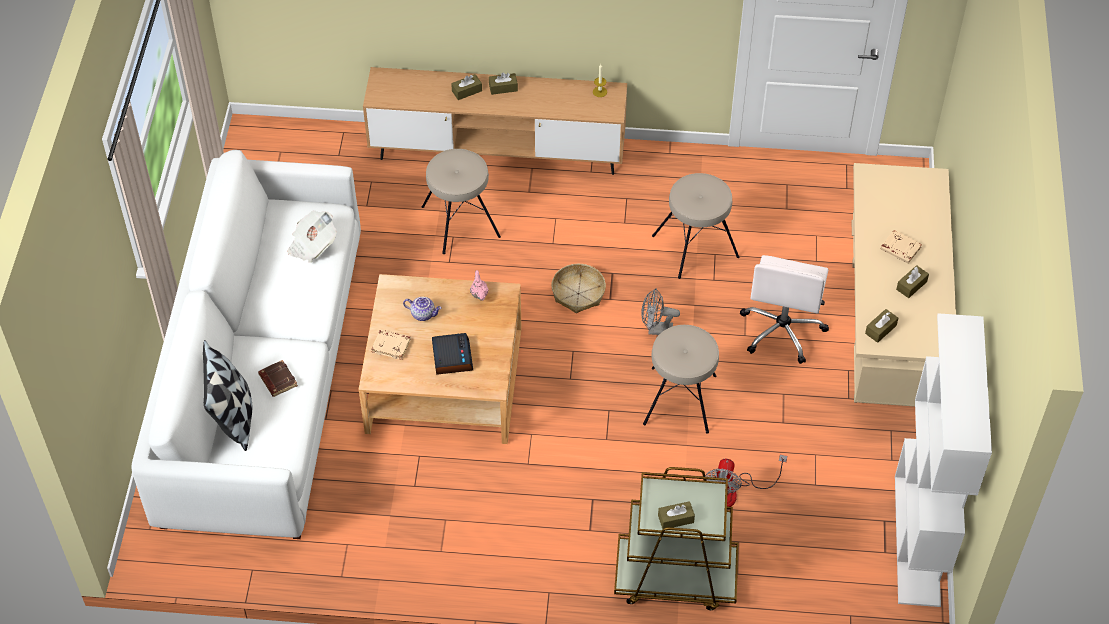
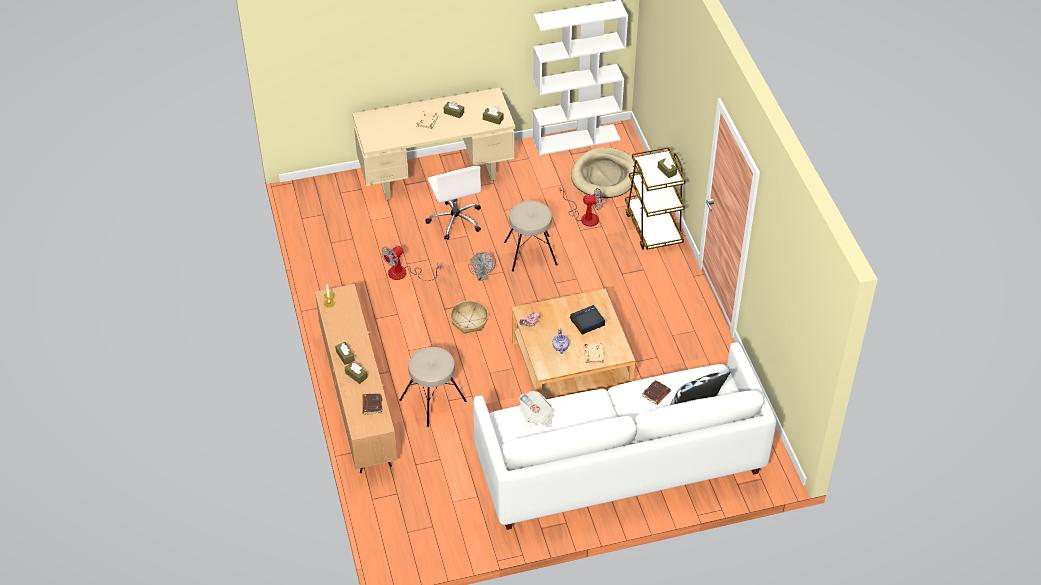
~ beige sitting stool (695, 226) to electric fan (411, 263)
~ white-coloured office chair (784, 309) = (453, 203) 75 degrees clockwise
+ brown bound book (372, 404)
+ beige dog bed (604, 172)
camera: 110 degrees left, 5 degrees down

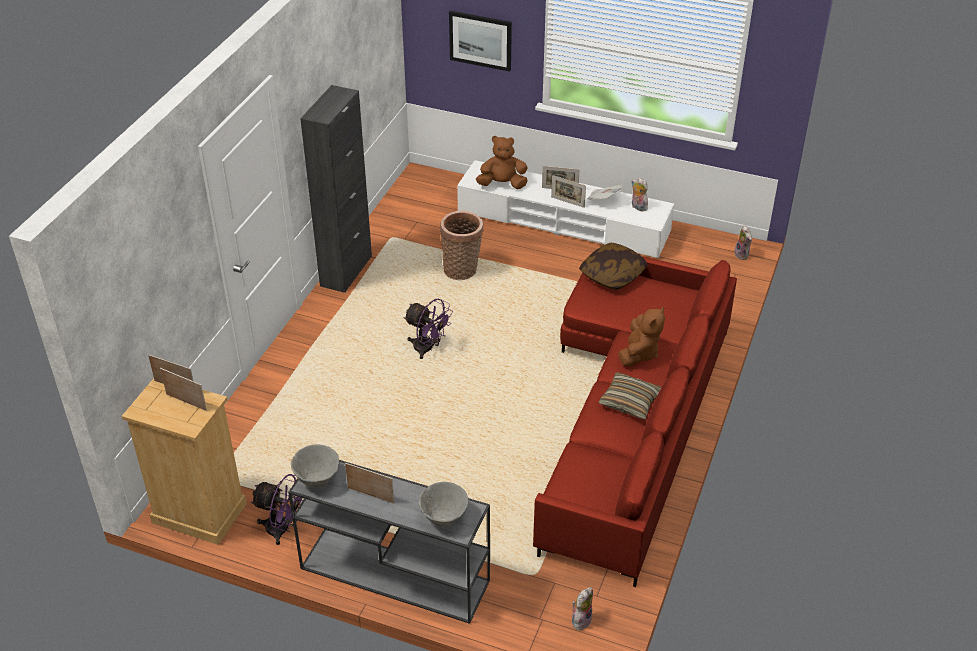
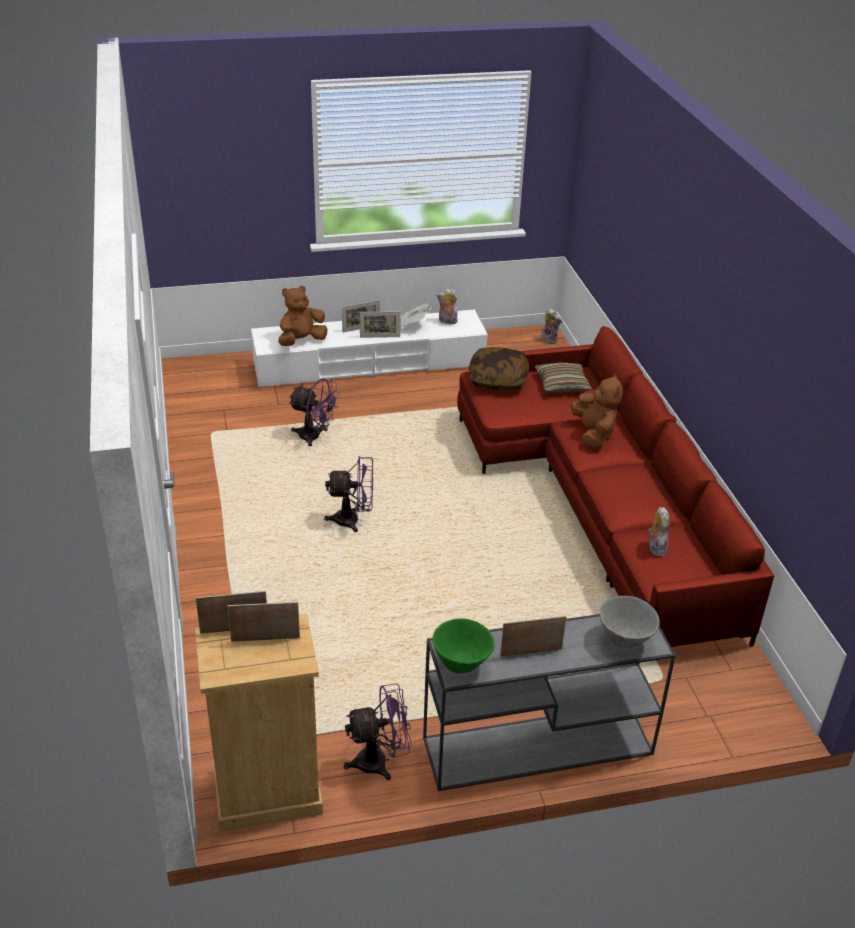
~ greyish bowl (315, 466) to greenish bowl (463, 645)
- black-coloured cupboard (336, 189)
~ household basket (462, 245) to purplish electric fan (314, 412)
- wall picture (480, 41)
~ soft toy (582, 608) to (659, 532)
~ cushion (630, 396) to (563, 378)
camera: 35 degrees left, 5 degrees down

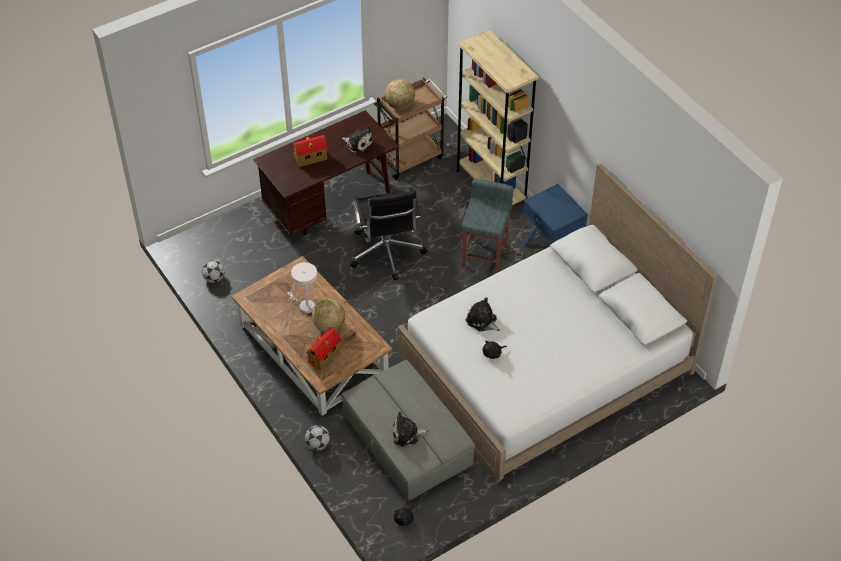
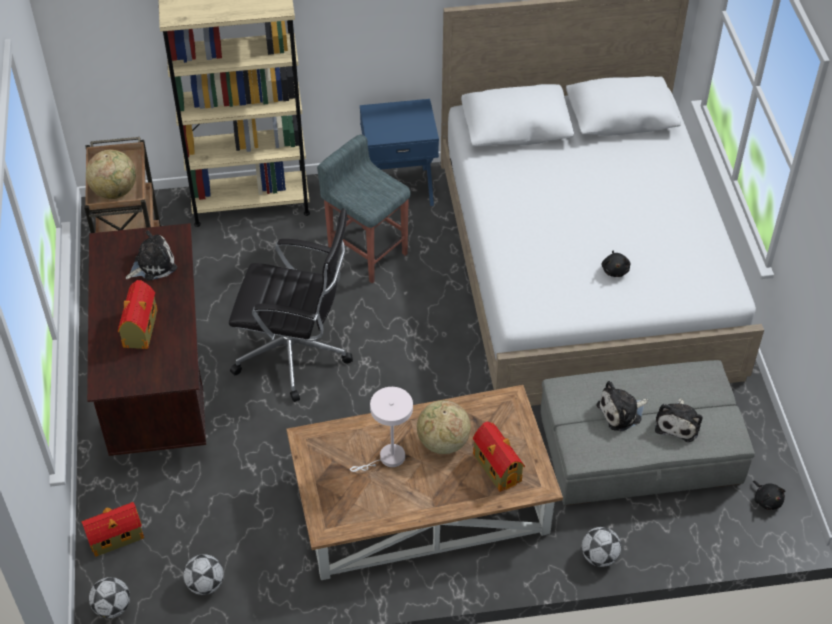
~ soft toy (483, 314) to (622, 406)
+ toy house (112, 529)
+ football ball (109, 597)
camera: 65 degrees left, 0 degrees up

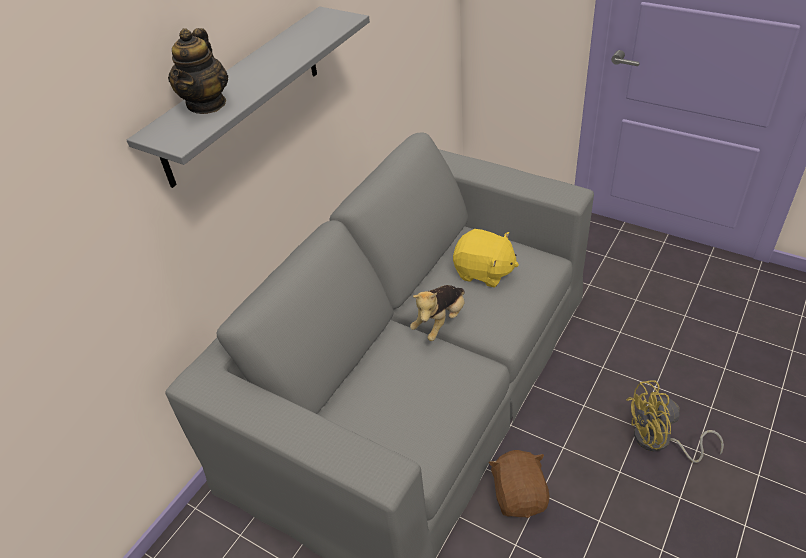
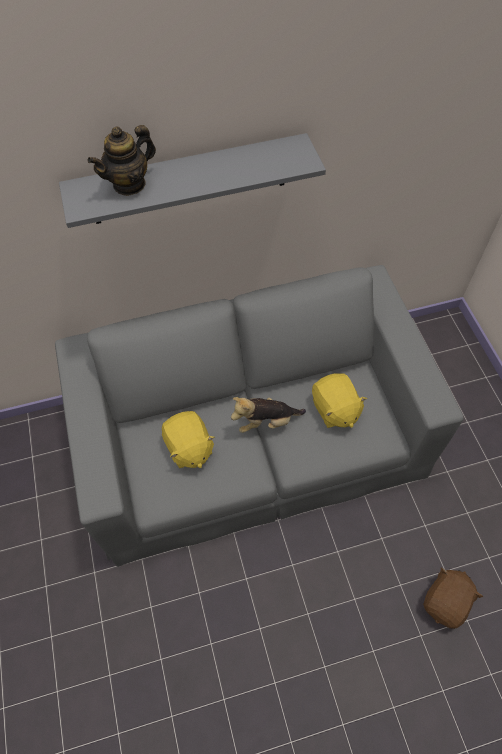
~ brown soft toy (519, 484) to (453, 598)
- yellow-coloured electric fan (675, 421)
+ yellow-coloured soft toy (188, 439)
camera: 40 degrees right, 15 degrees up

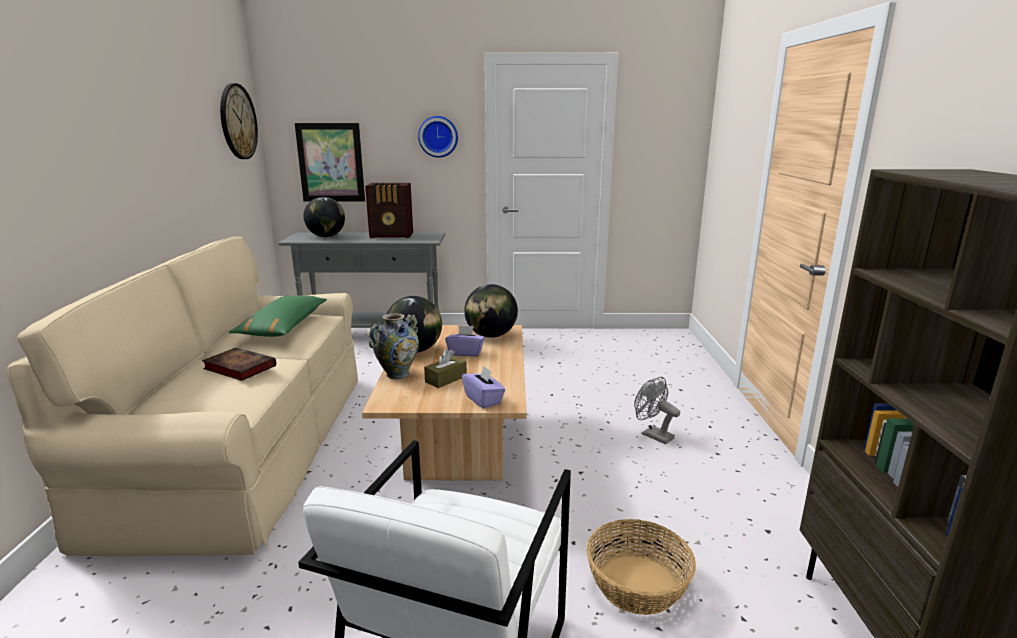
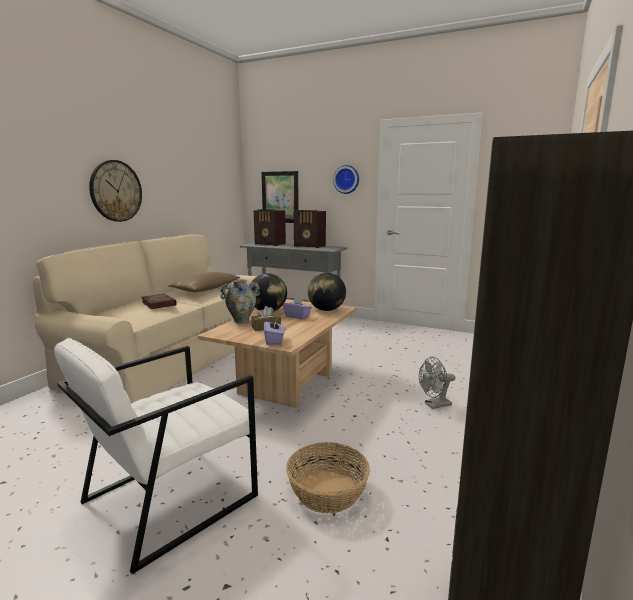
~ clock on the wall (239, 121) to (115, 191)
~ greenish cushion (277, 316) to brown cushion (204, 282)
~ world globe (324, 217) to radio receiver (270, 227)
~ greyish electric fan (657, 410) = (437, 383) 90 degrees counterclockwise
camera: 25 degrees right, 5 degrees down

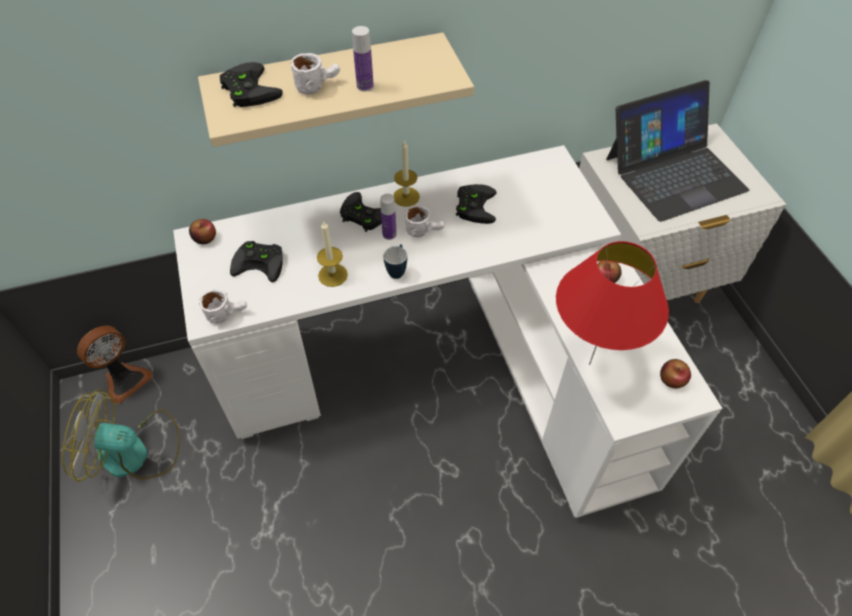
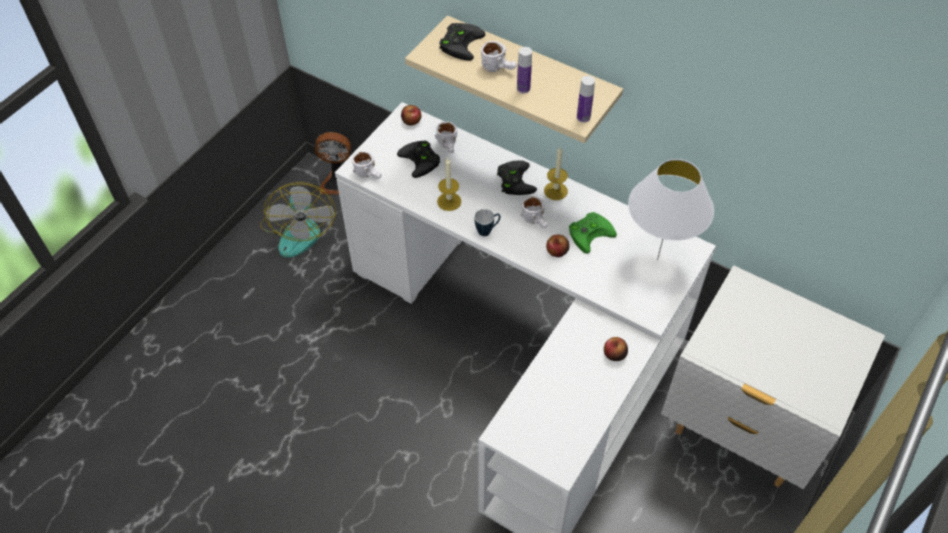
~ electric fan (121, 435) = (298, 219) 150 degrees counterclockwise
~ beverage bottle (388, 217) to (586, 99)
~ black-coloured gamepad (476, 204) to greenish gamepad (593, 233)
- reddish lamp for a table (612, 303)
- notebook computer (677, 151)
~ whole apple (675, 373) to (558, 245)
+ white-coloured coffee mug (446, 137)
+ white-coloured lamp for a table (671, 209)
camera: 50 degrees right, 0 degrees up

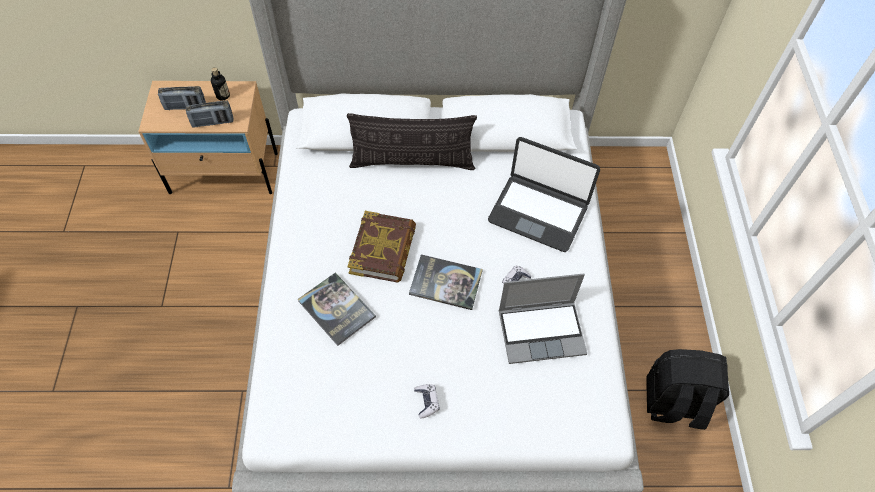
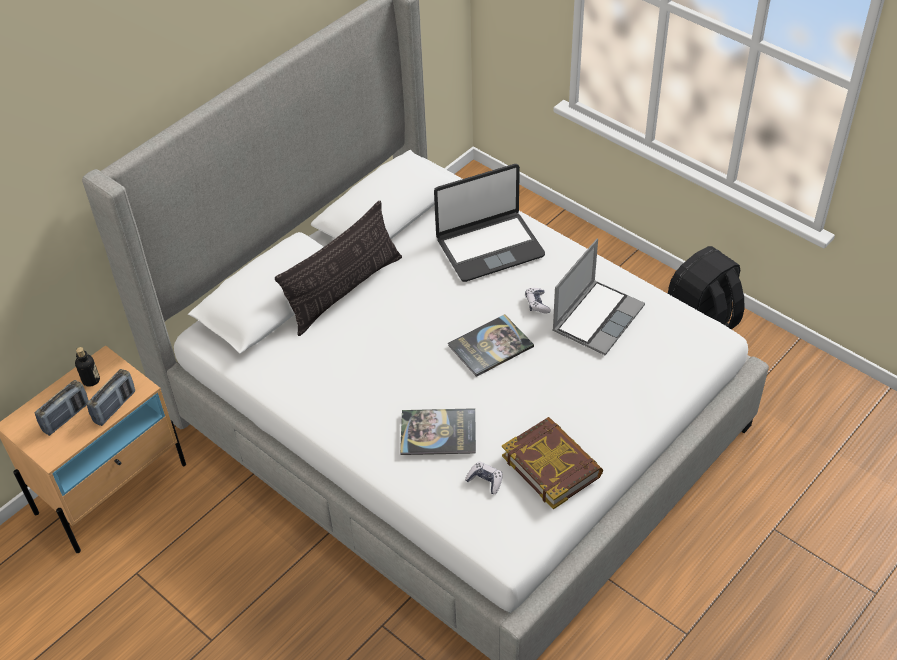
~ bound book (381, 247) to (552, 463)
~ gamepad (427, 401) to (484, 477)
camera: 45 degrees left, 10 degrees down

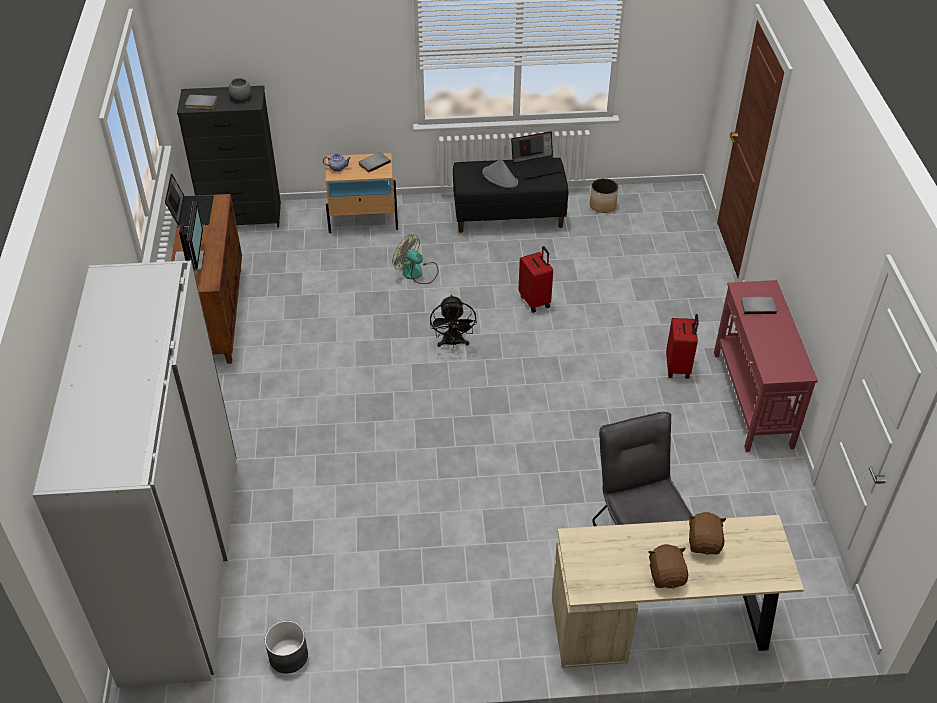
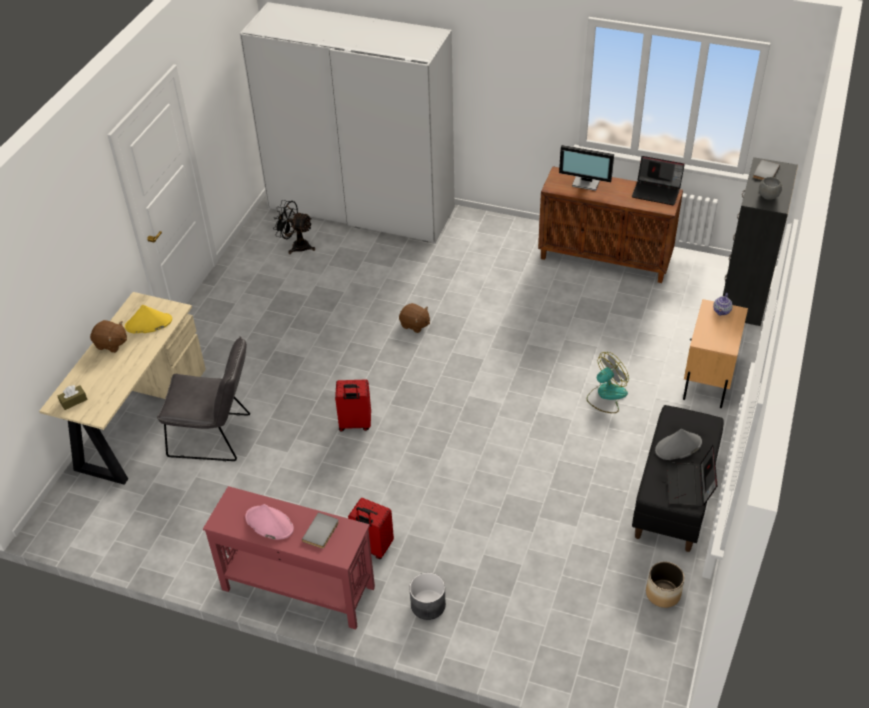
~ greyish plant pot (286, 647) to (427, 596)
- greyish bound book (375, 162)
~ black-coloured electric fan (453, 321) to (294, 227)
~ reddish suitcase (536, 279) to (353, 405)
~ brown soft toy (707, 533) to (414, 318)
+ brown tissue holder (73, 397)
+ yellow-coloured clothing hat (148, 319)
+ pink clothing hat (269, 522)
camera: 115 degrees right, 0 degrees up

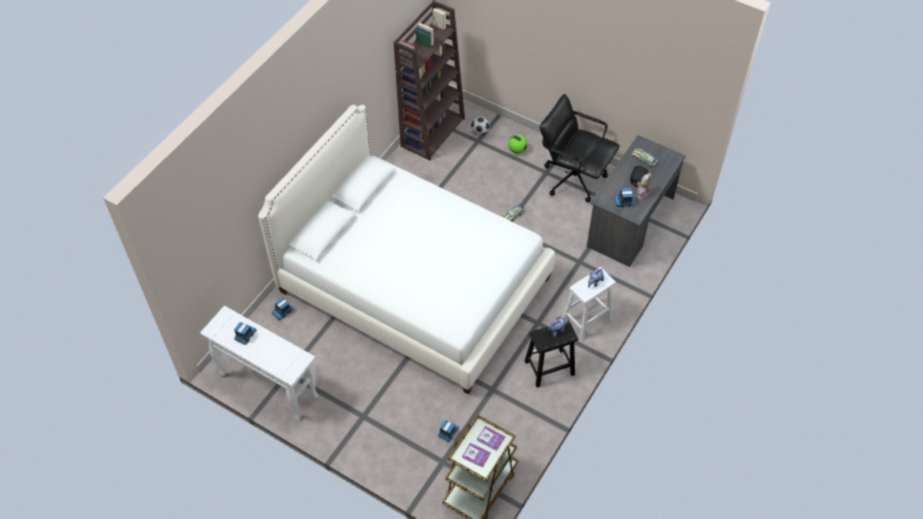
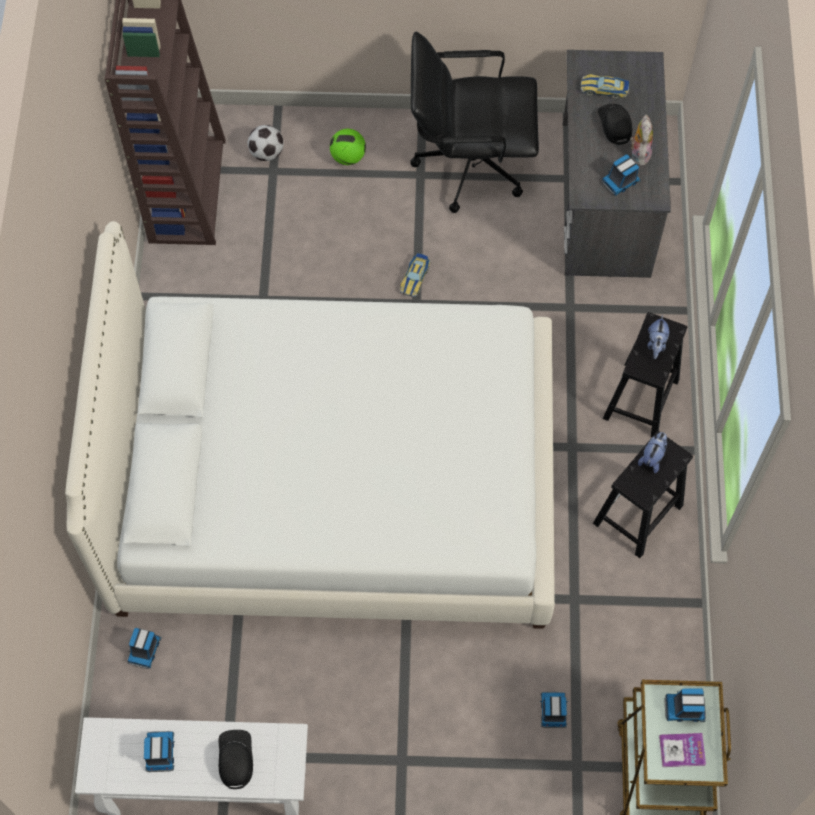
~ bound book (491, 438) to toy truck (685, 705)
~ white-coloured sitting stool (589, 303) to black-coloured sitting stool (645, 374)
+ black-coloured peaked cap (236, 759)
camera: 30 degrees left, 10 degrees up

